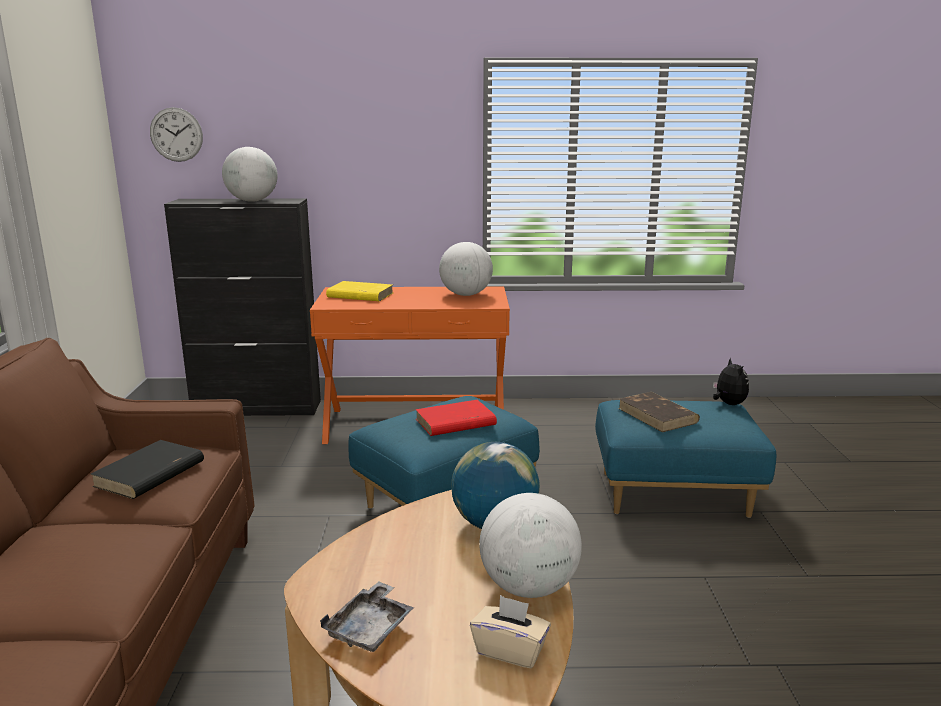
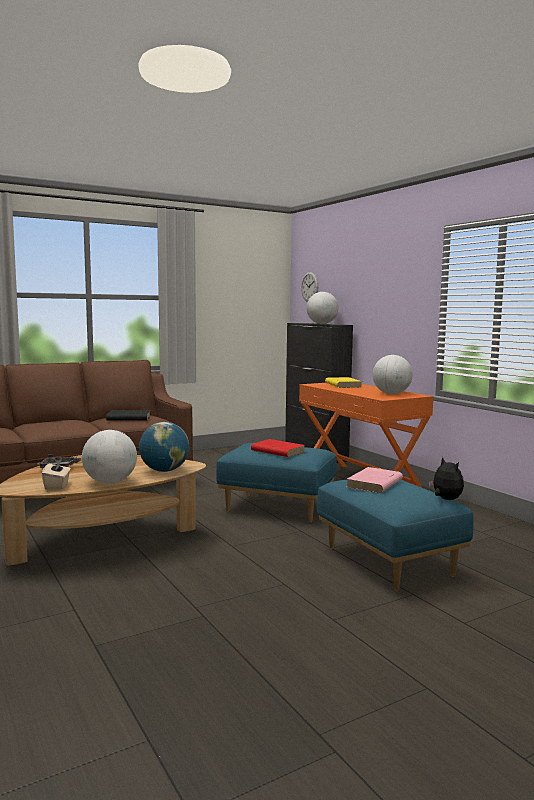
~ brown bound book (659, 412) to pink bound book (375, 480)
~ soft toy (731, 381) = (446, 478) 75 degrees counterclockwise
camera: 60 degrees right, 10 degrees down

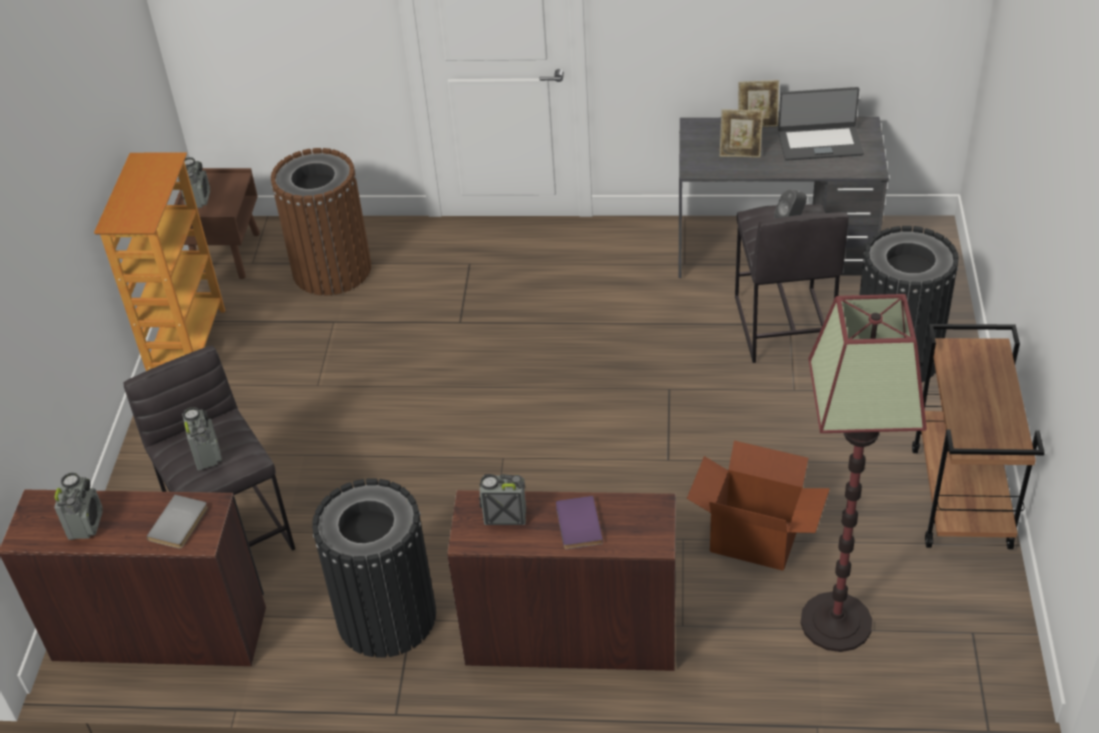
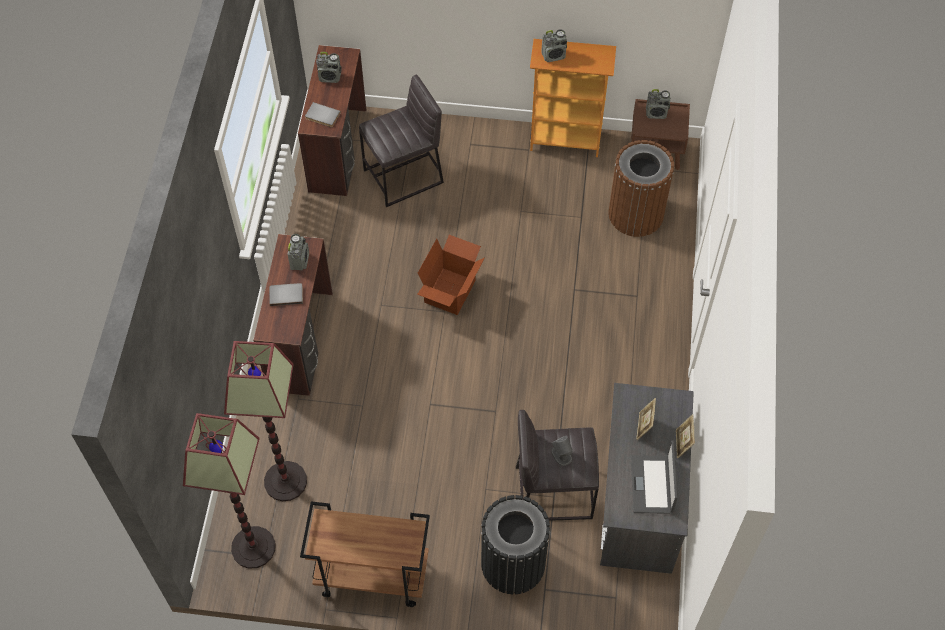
~ radio receiver (202, 439) to (554, 45)
- black-coloured waste bin (374, 568)
~ purplish bound book (579, 522) to greyish bound book (286, 294)
~ packing box (758, 506) to (451, 275)
+ standard lamp (229, 491)
camera: 90 degrees right, 15 degrees up

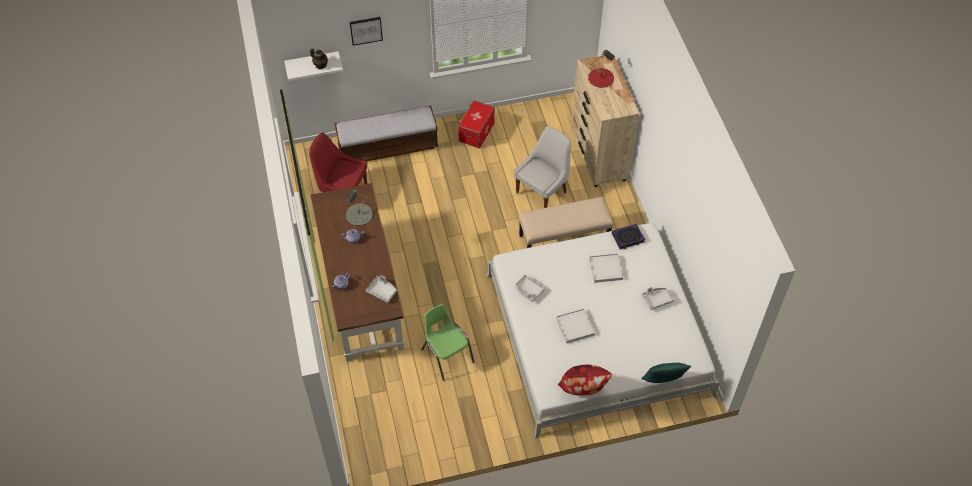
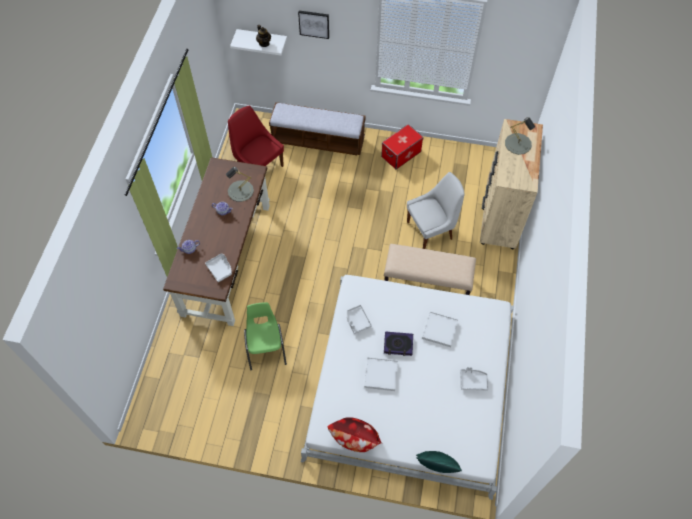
~ reddish lamp for a table (601, 69) to greyish lamp for a table (520, 136)
~ bound book (628, 236) to (398, 343)
camera: 25 degrees right, 5 degrees up

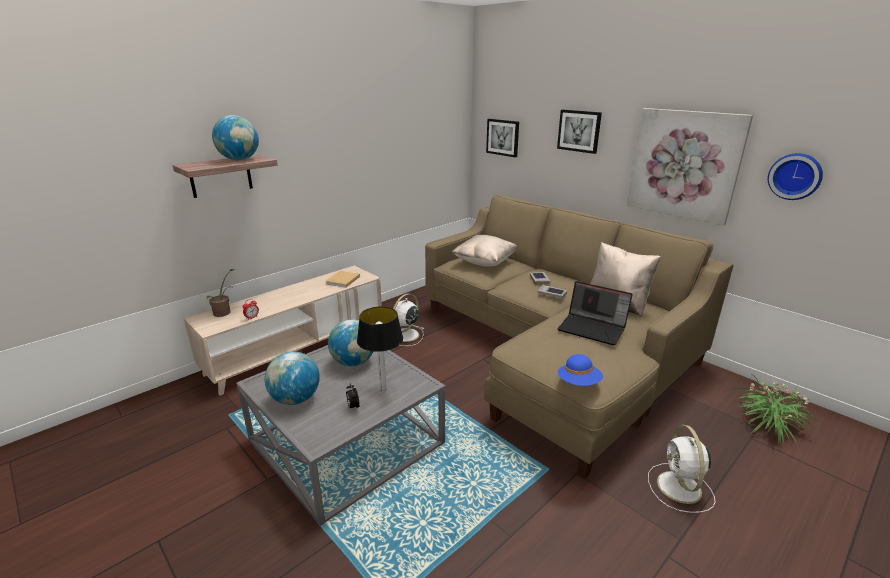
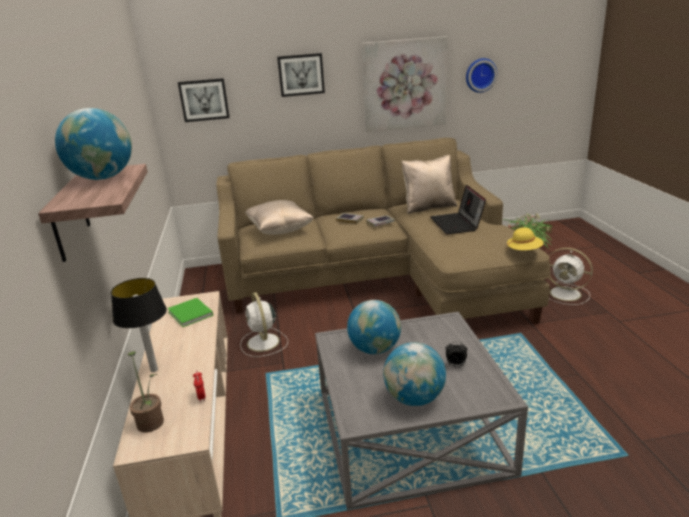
~ beige bound book (342, 279) to greenish bound book (190, 312)
~ lamp for a table (380, 349) to (139, 325)
~ notebook computer (595, 313) = (458, 209) 105 degrees clockwise
~ bluish clothing hat (580, 370) to yellow-coloured clothing hat (524, 239)
camera: 55 degrees left, 0 degrees up

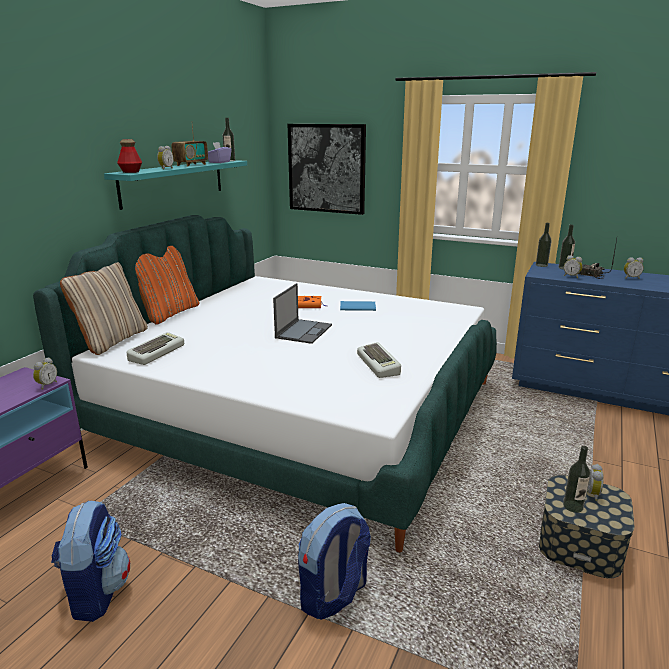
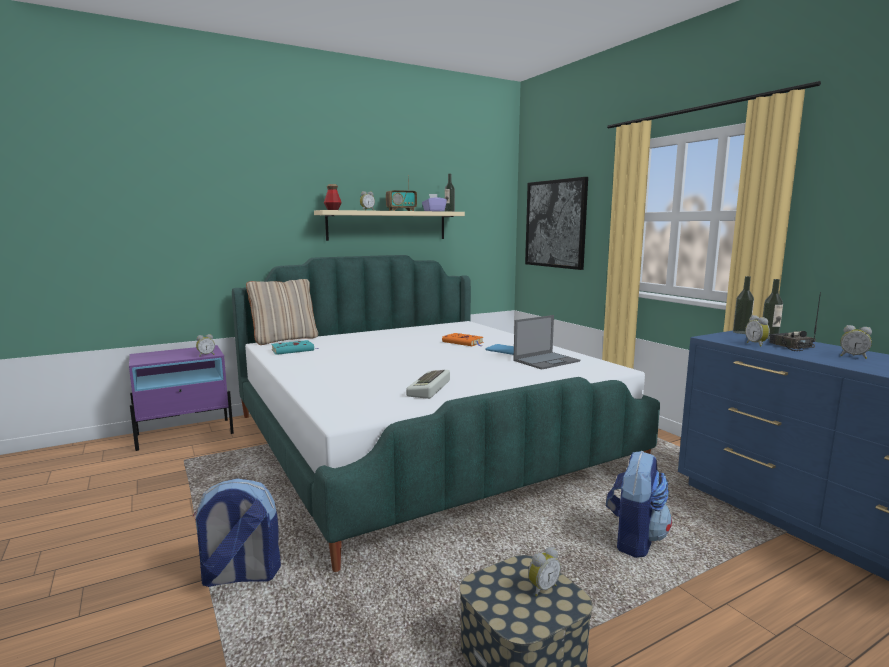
~ backpack (91, 561) to (639, 504)
~ blue-green shelf (175, 185) to beige shelf (389, 225)
~ keyboard (155, 348) to blue-green bound book (295, 347)
- orange cushion (167, 285)
~ notebook computer (302, 313) to (546, 342)
- beverage bottle (576, 479)
camera: 35 degrees right, 10 degrees down

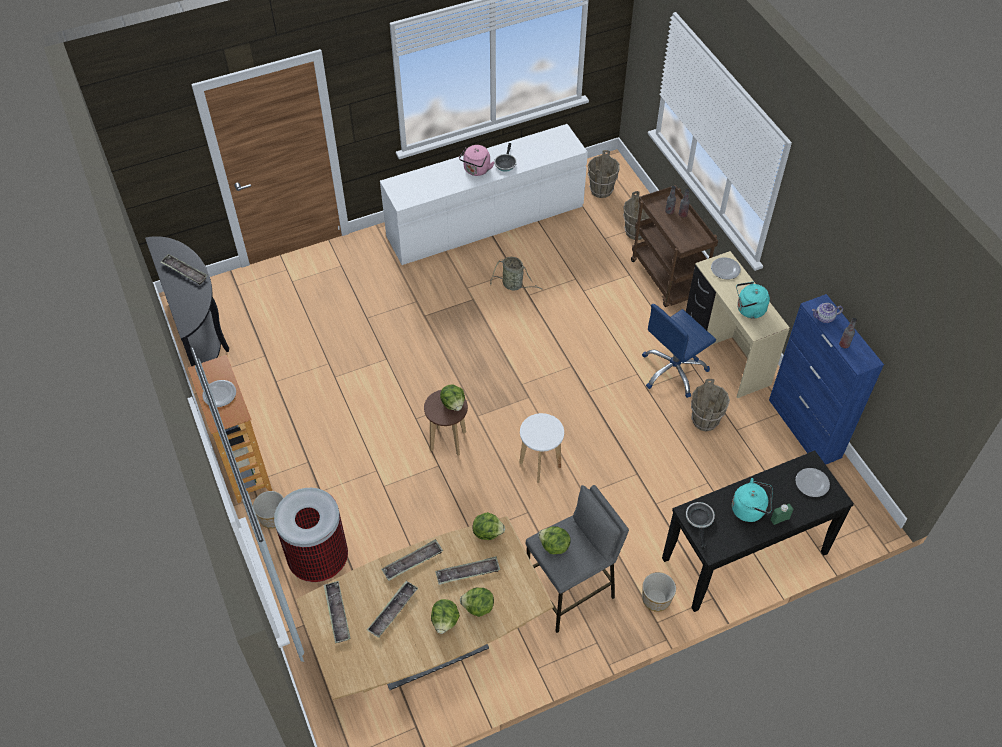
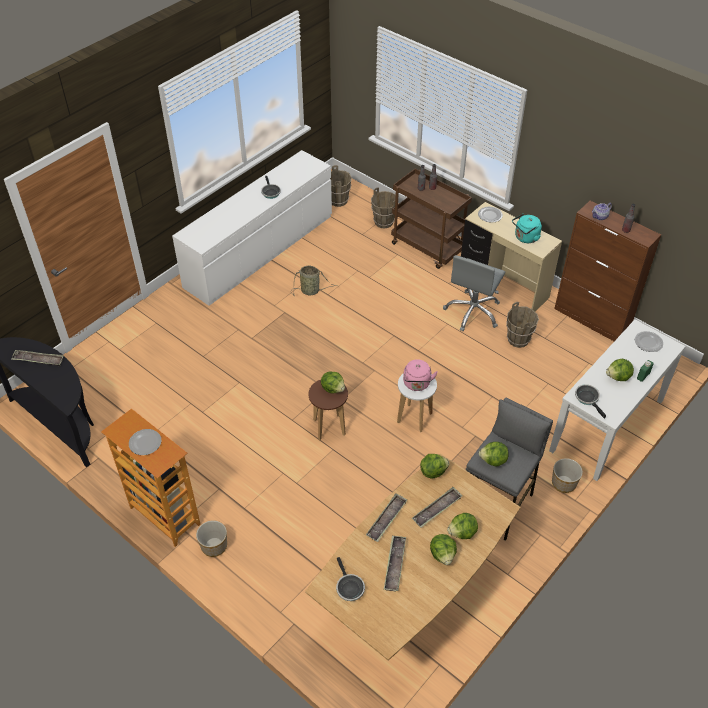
- waste bin (311, 535)
~ carrying tray (337, 612) to pan (350, 579)
~ pink tea kettle (476, 160) to (420, 375)
~ bluish office chair (679, 351) to greyish office chair (474, 293)
~ black-coloured hall table (758, 531) to white-coloured hall table (617, 400)
~ blue-green tea kettle (752, 500) to head of lettuce (620, 370)
~ bluish cupboard (826, 379) to brown cupboard (607, 271)
camera: 25 degrees left, 5 degrees down

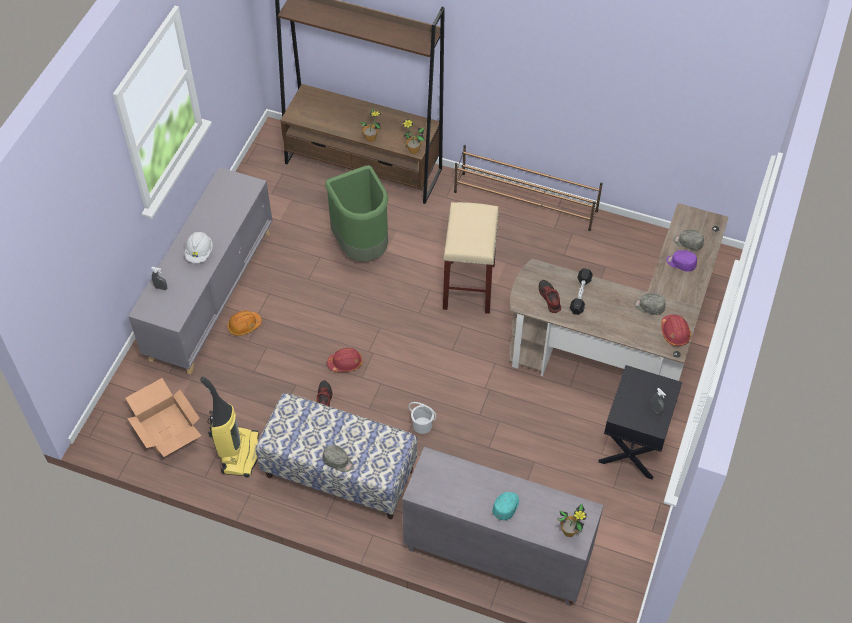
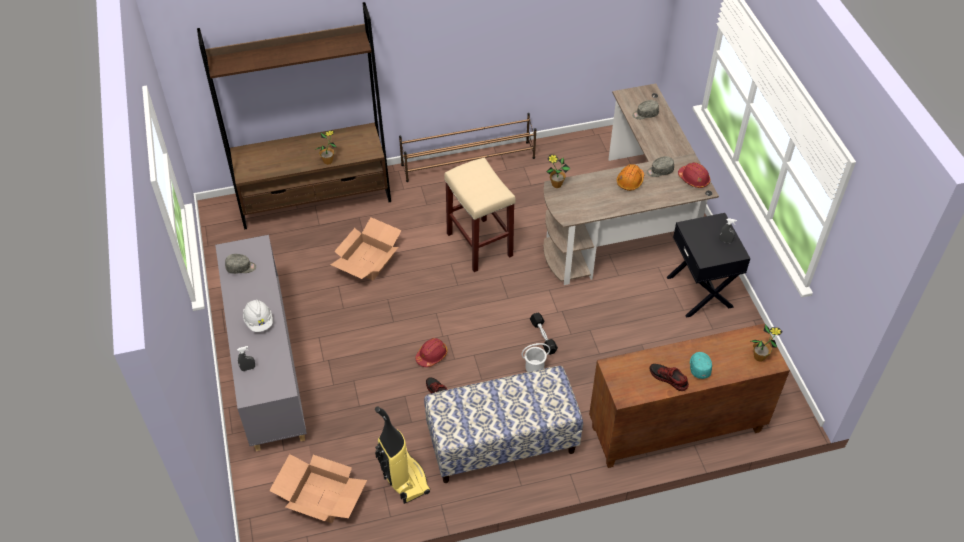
~ orange work helmet (244, 323) to (630, 177)
~ greyish peaked cap (338, 458) to (240, 264)
~ greenish waste bin (357, 213) to packing box (366, 248)
~ greyish cupboard (503, 526) to brown cupboard (689, 395)
~ potted plant (413, 136) to (558, 171)
~ low shoe (550, 296) to (669, 377)
~ black-coloured dumbbell (581, 291) to (544, 333)
- purplish peaked cap (681, 261)
camera: 35 degrees left, 5 degrees down

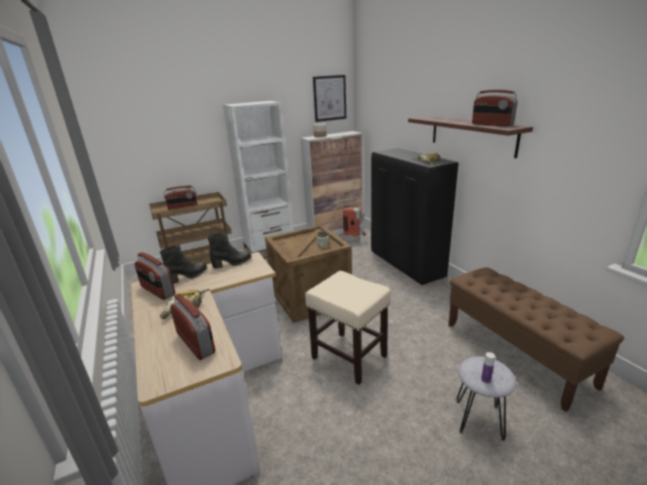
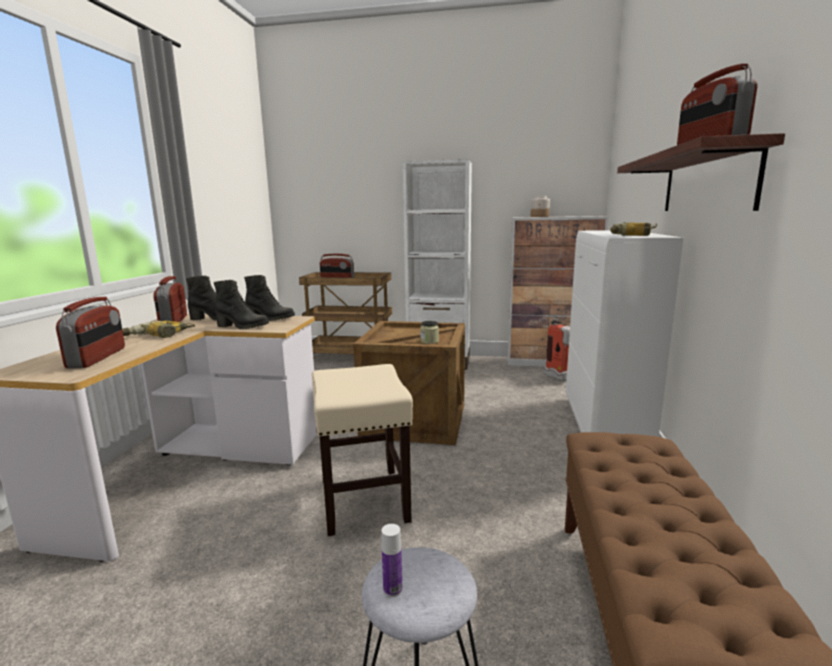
- wall picture (329, 98)
~ black-coloured cupboard (415, 216) to white-coloured cupboard (624, 333)
+ black-coloured high-top boot (241, 304)
camera: 35 degrees right, 10 degrees down

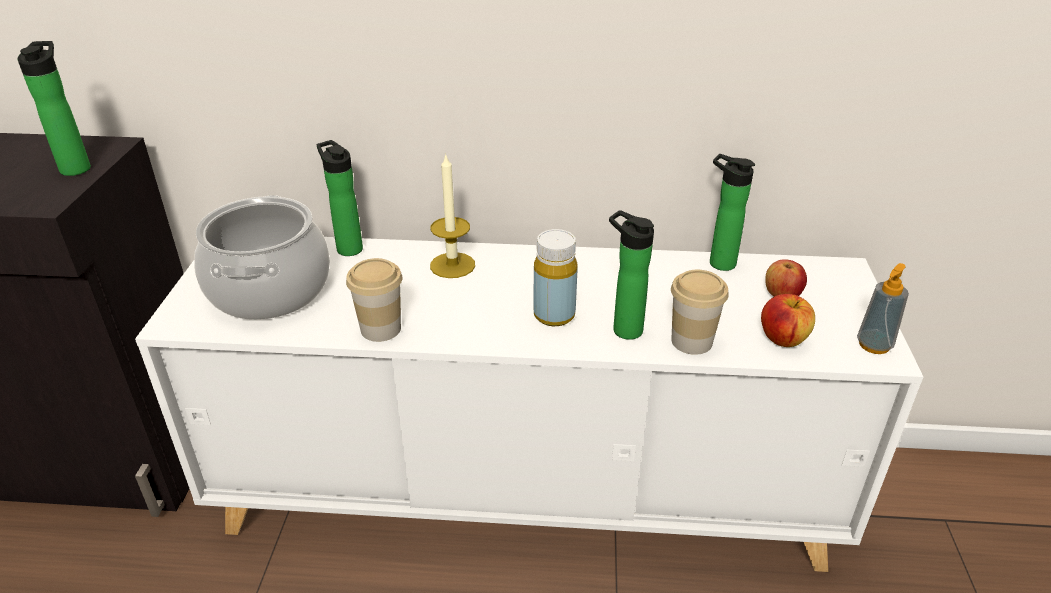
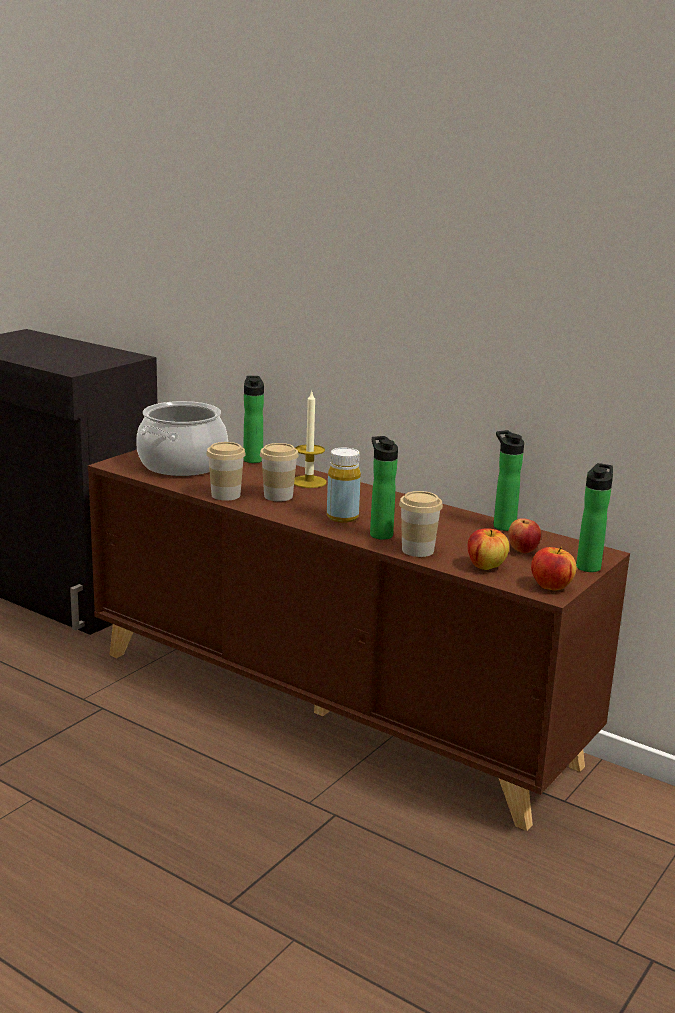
~ beverage bottle (54, 108) to (594, 517)
~ white-coloured cupboard (529, 404) to brown cupboard (359, 640)
~ soap bottle (883, 308) to whole apple (553, 569)
+ cup (279, 472)
camera: 30 degrees right, 15 degrees down

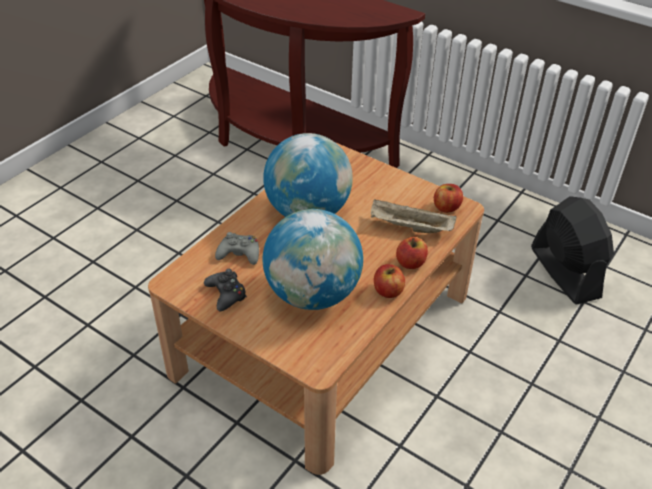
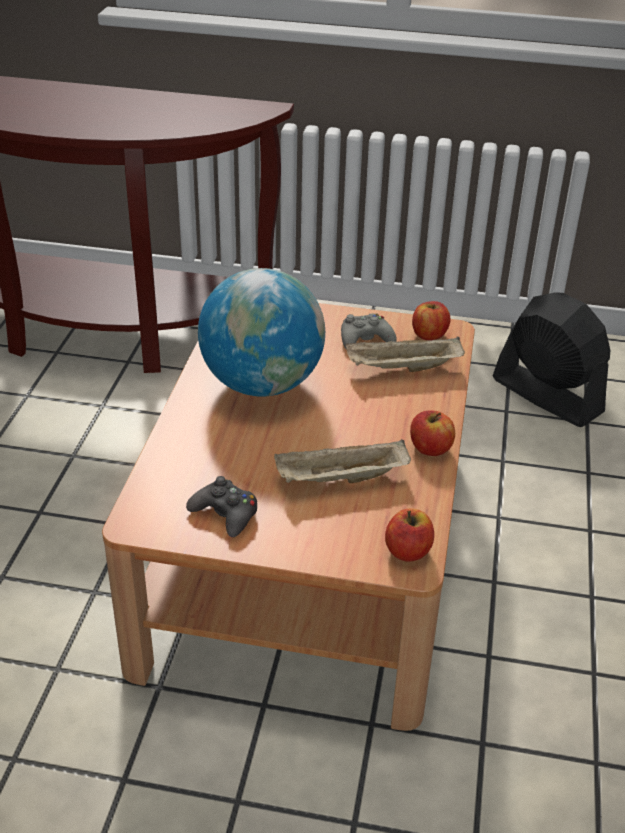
~ greyish gamepad (237, 248) to (369, 331)
~ world globe (313, 259) to beige carrying tray (342, 461)
~ whole apple (412, 253) to (409, 535)
camera: 25 degrees left, 5 degrees down

